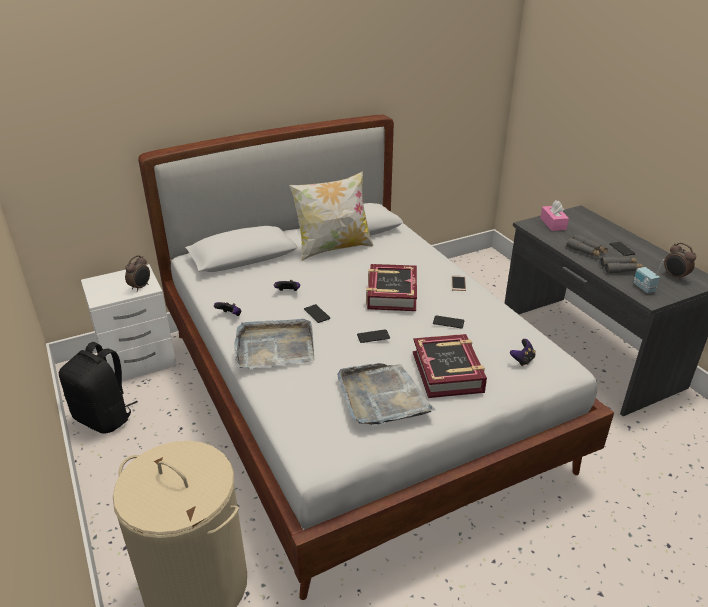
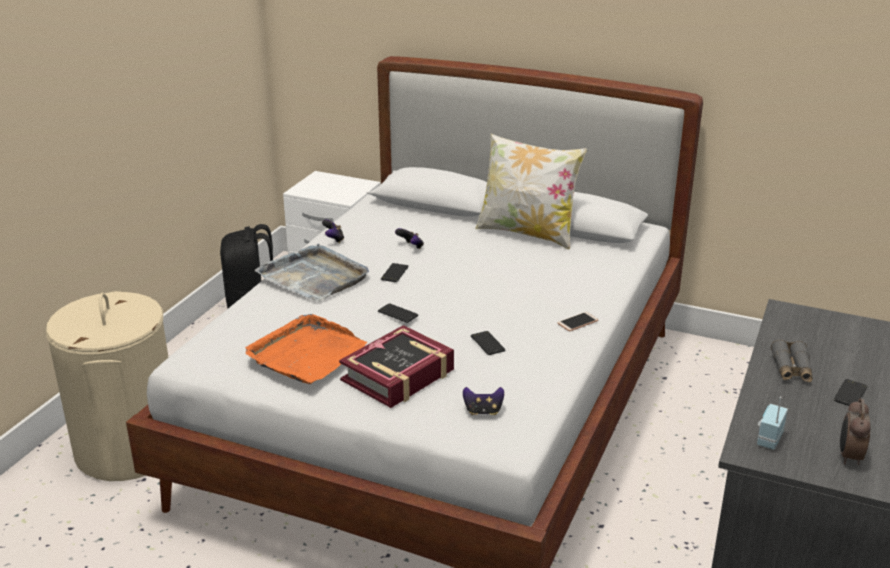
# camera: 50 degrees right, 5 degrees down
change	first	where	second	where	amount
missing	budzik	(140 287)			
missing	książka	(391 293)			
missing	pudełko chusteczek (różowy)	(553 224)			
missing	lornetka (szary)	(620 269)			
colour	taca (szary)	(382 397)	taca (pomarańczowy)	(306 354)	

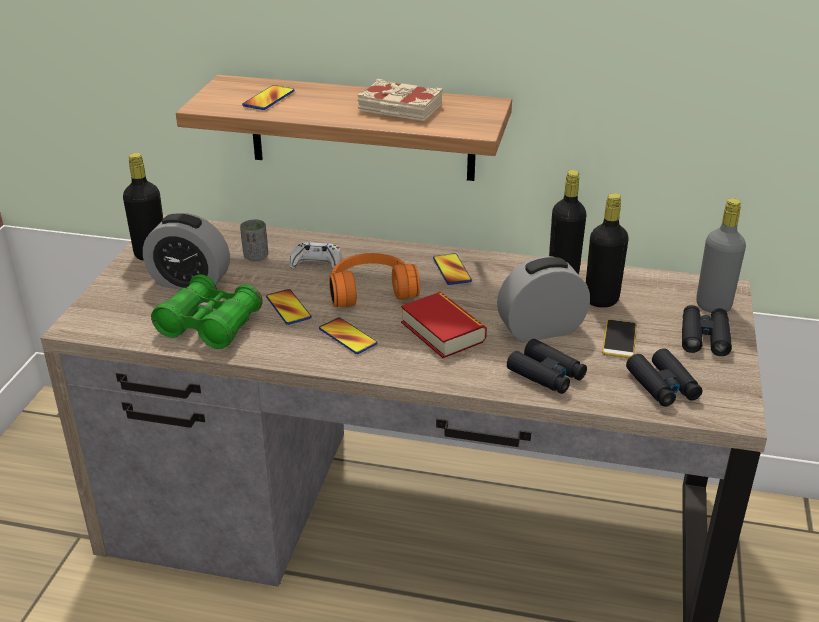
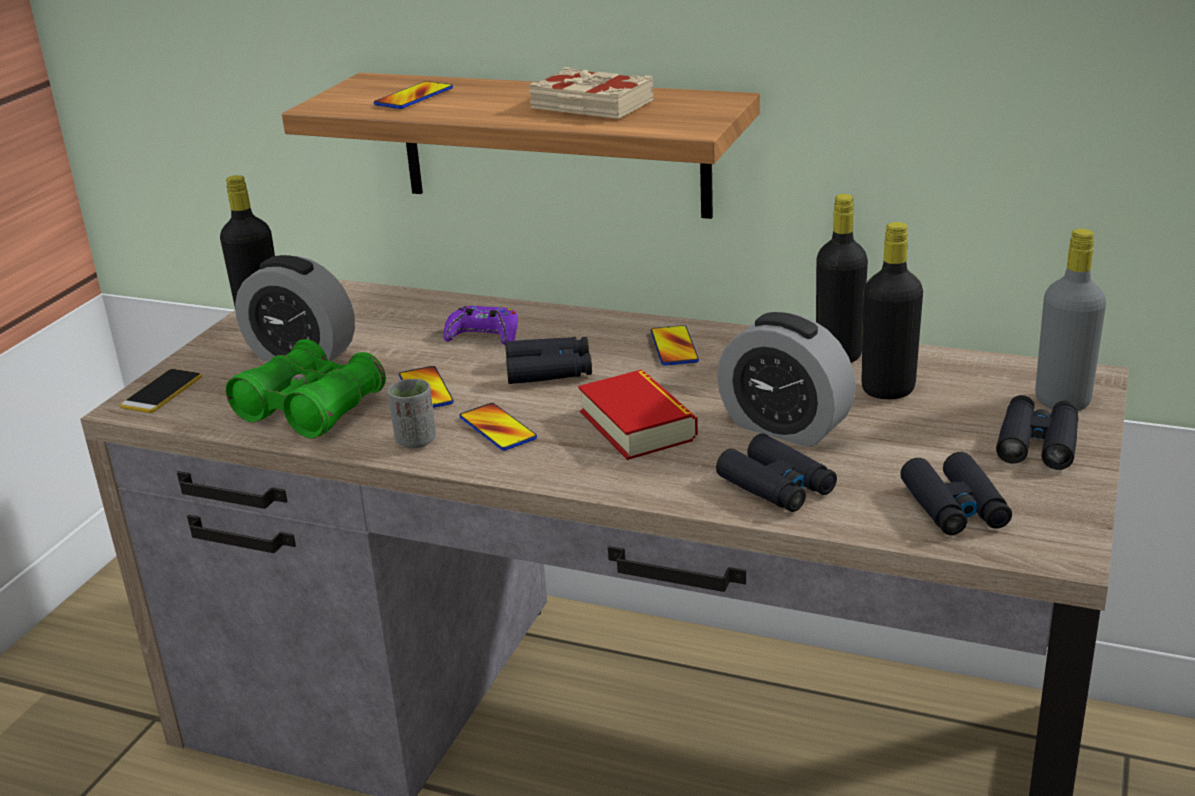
# camera: 10 degrees right, 5 degrees down
change	first	where	second	where	amount
relocated	filiżanka (szary)	(256 256)		(416 441)	
relocated	telefon	(619 339)		(162 392)	
exchanged	słuchawki (pomarańczowy)	(371 290)	lornetka (czarny)	(549 370)	
colour	pad do gier (biały)	(317 263)	pad do gier (fioletowy)	(483 335)	
spun	budzik	(541 330)		(784 427)	135 degrees counterclockwise

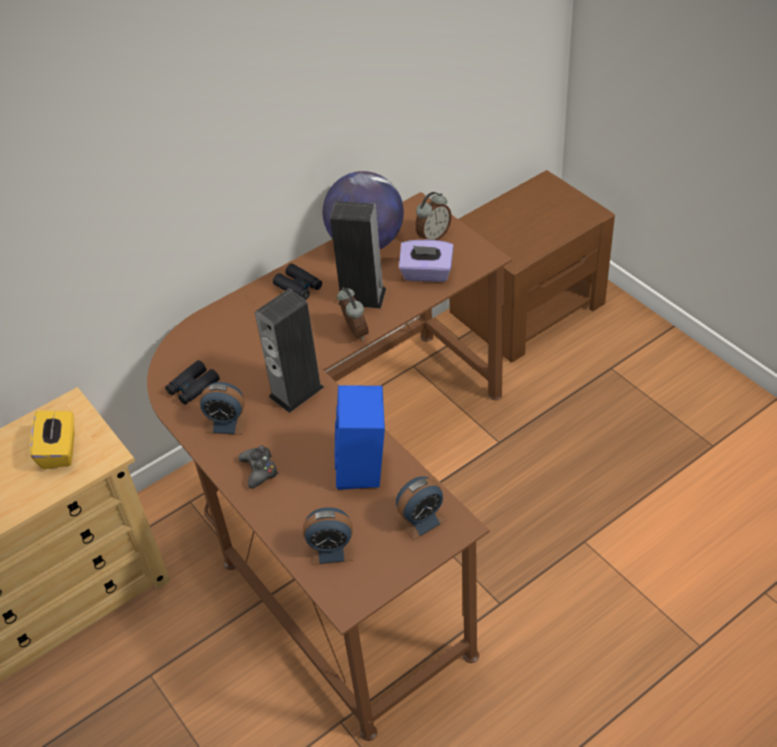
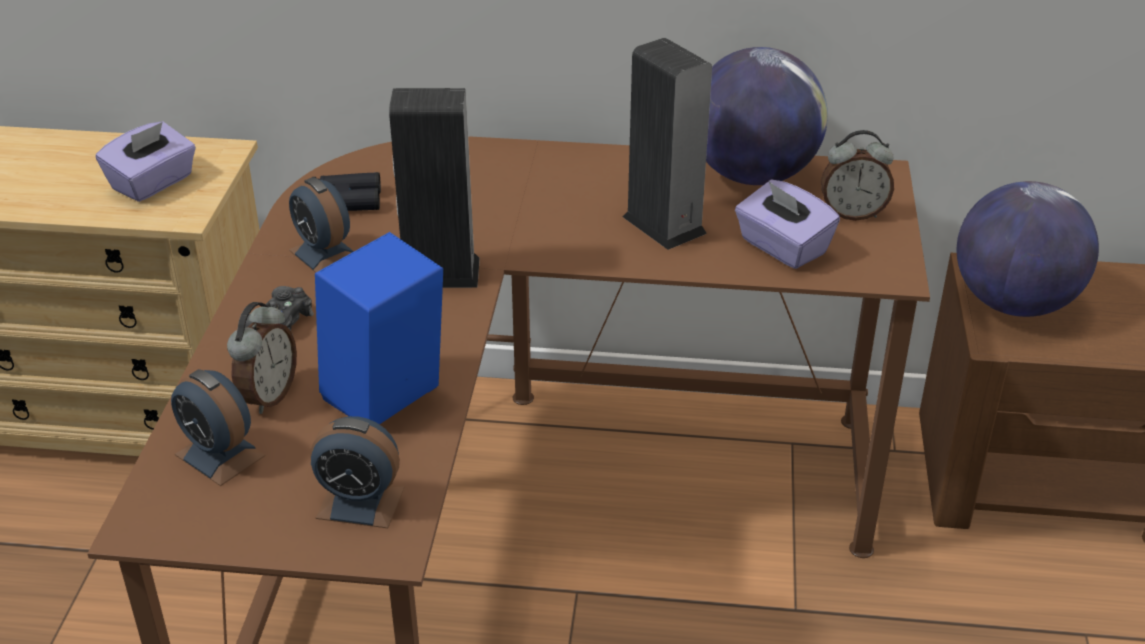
# camera: 40 degrees right, 10 degrees down
change	first	where	second	where	amount
missing	lornetka (czarny)	(298 287)			
appeared			globus	(1013 303)	
relocated	budzik	(354 332)		(267 396)	
colour	pudełko chusteczek (żółty)	(60 450)	pudełko chusteczek (fioletowy)	(153 183)	

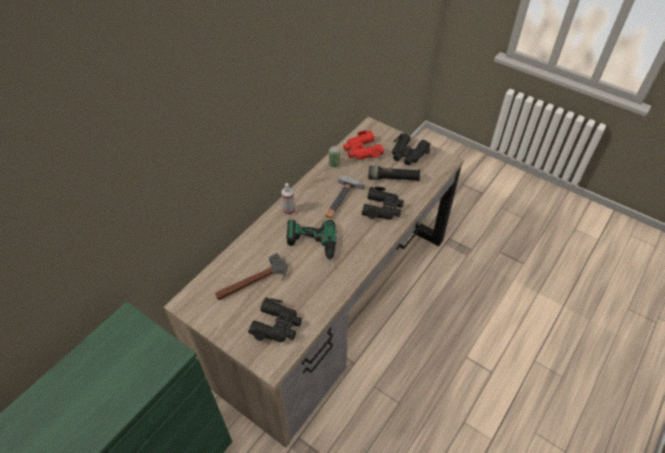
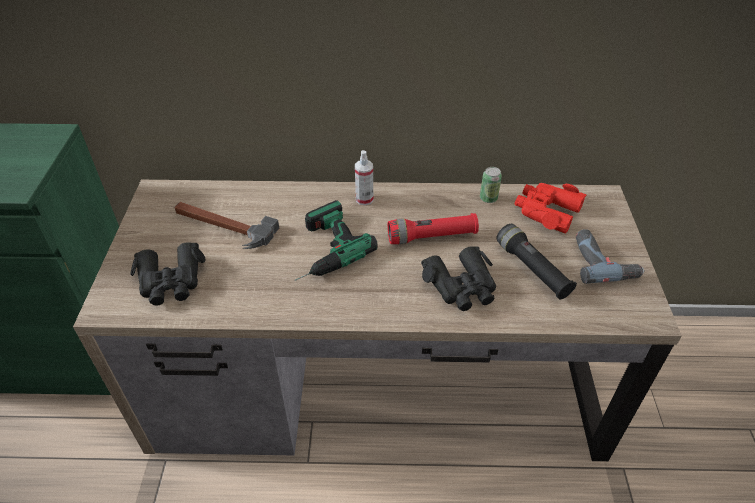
# camera: 55 degrees right, 5 degrees down
change	first	where	second	where	amount
exchanged	młotek	(341 200)	latarka (czerwony)	(432 237)	
exchanged	lornetka (czarny)	(408 154)	wiertarka	(602 261)	

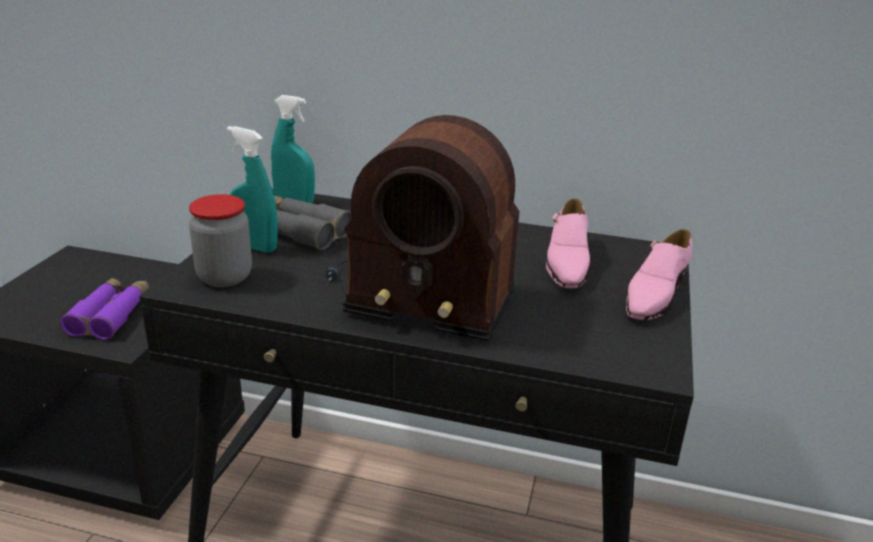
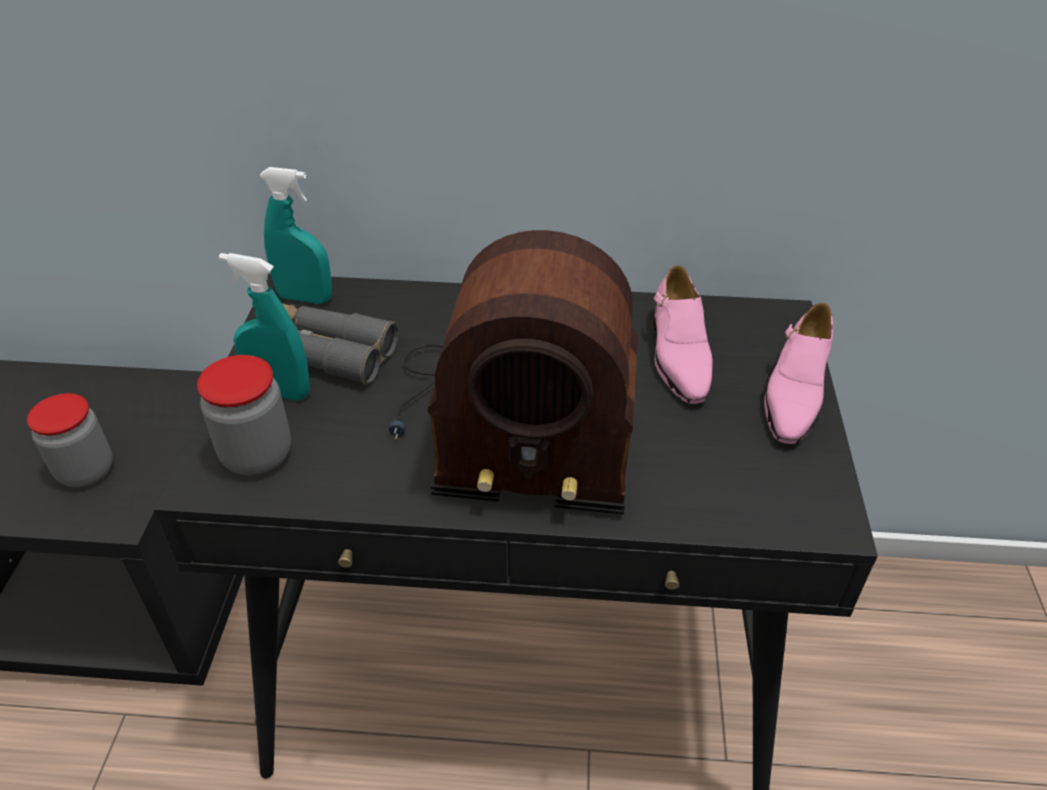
# camera: 10 degrees left, 15 degrees up
change	first	where	second	where	amount
exchanged	lornetka (fioletowy)	(111 315)	słoik	(86 471)	

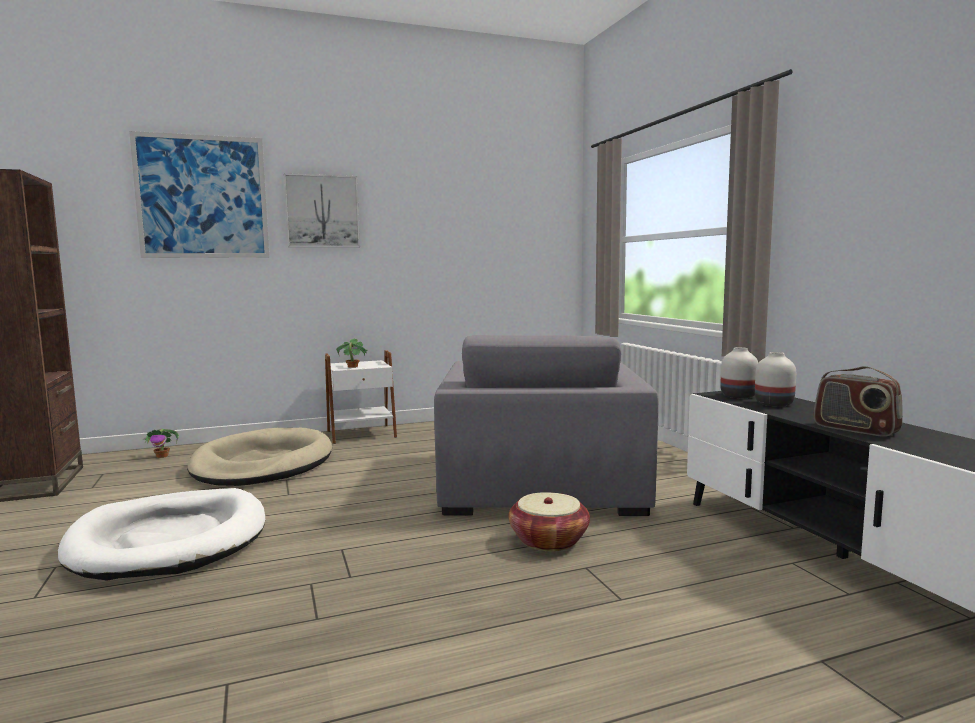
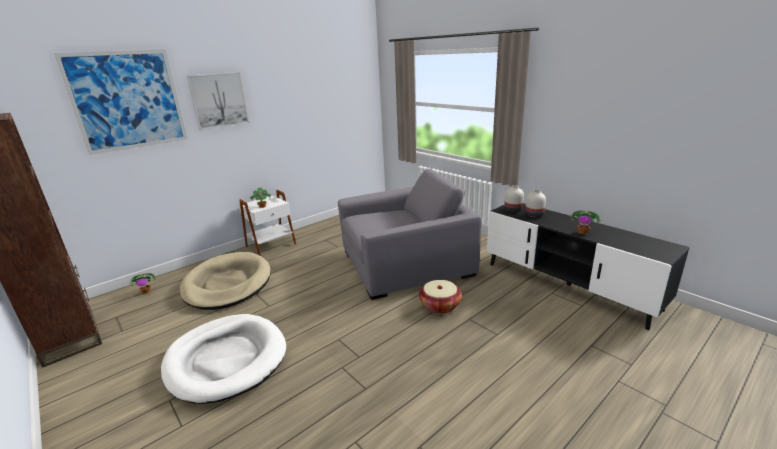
# camera: 20 degrees left, 15 degrees up
change	first	where	second	where	amount
exchanged	radio	(855 429)	roślina doniczkowa	(583 232)	
spun	fotel (szary)	(539 480)		(405 263)	90 degrees counterclockwise

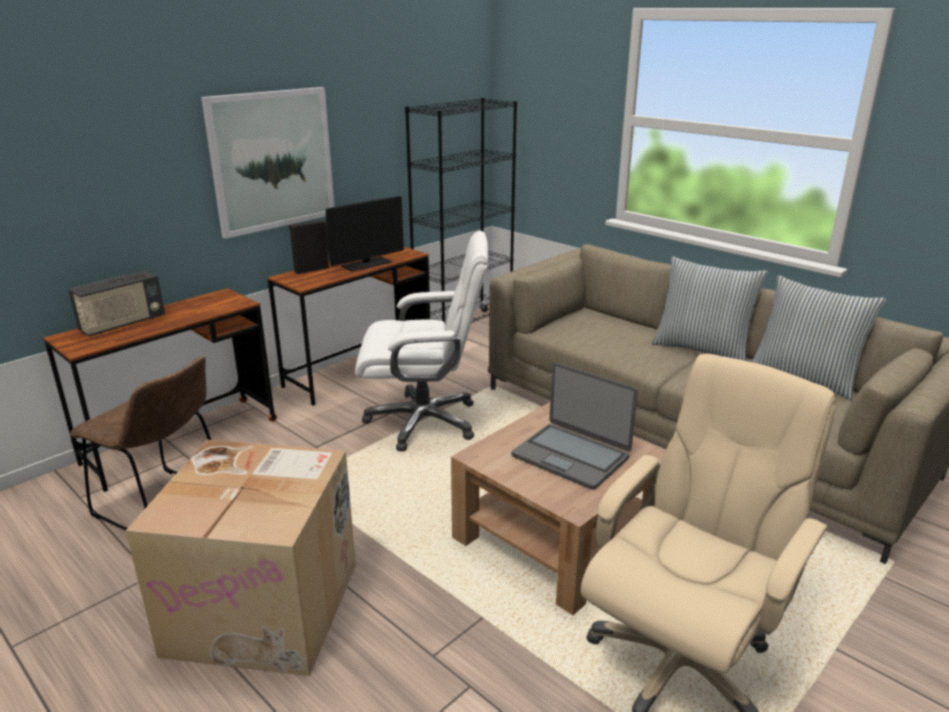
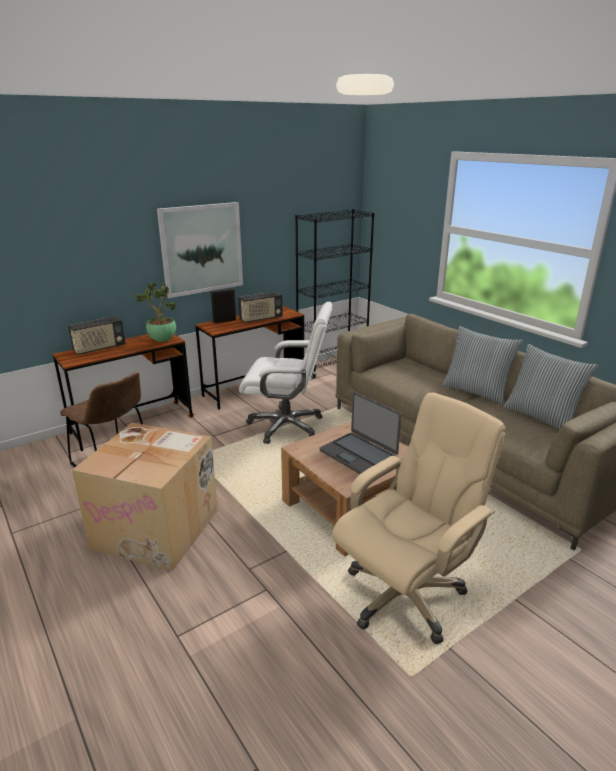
# camera: 10 degrees right, 0 degrees up
change	first	where	second	where	amount
appeared			roślina doniczkowa	(161 341)	
exchanged	monitor	(366 264)	radio	(261 319)	

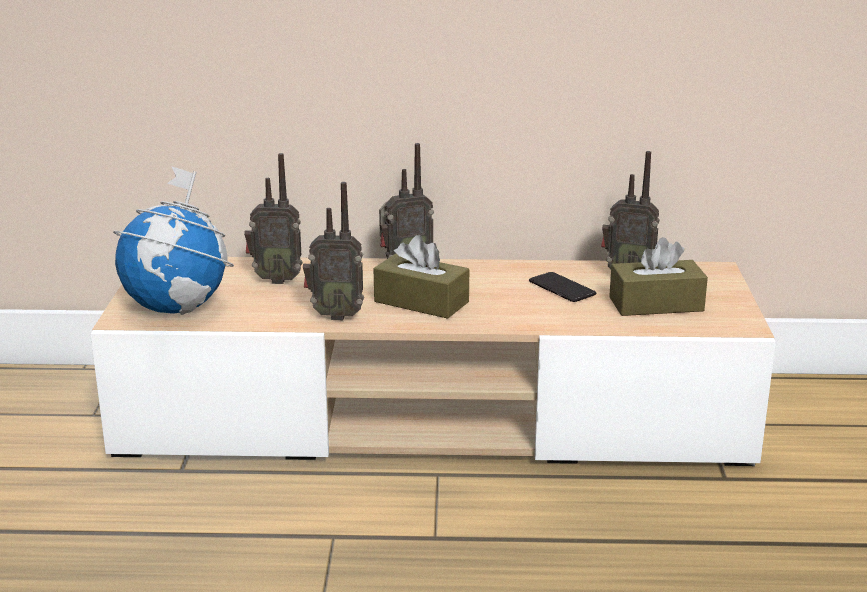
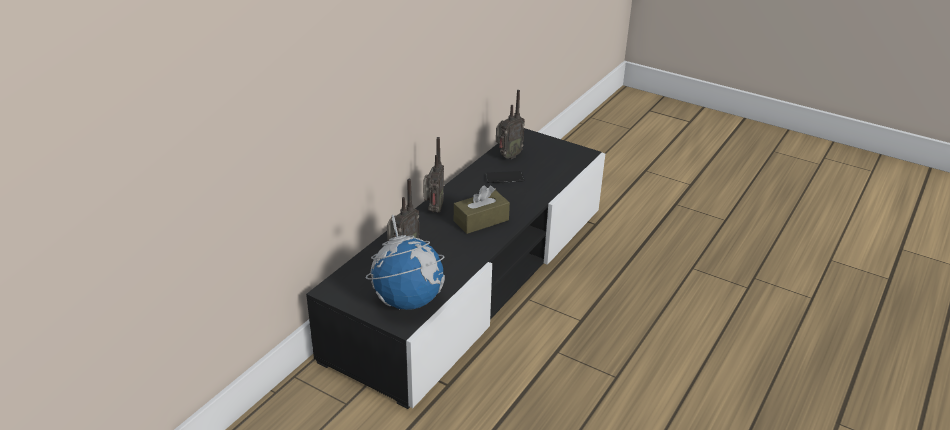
# camera: 60 degrees left, 10 degrees up
change	first	where	second	where	amount
missing	radio	(335 315)			
missing	pudełko chusteczek (brązowy)	(656 304)			
colour	szafka pod telewizor (beżowy)	(433 418)	szafka pod telewizor (czarny)	(473 279)	

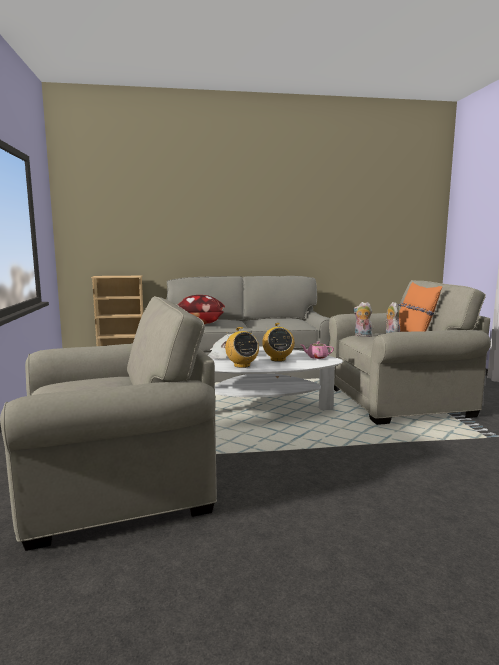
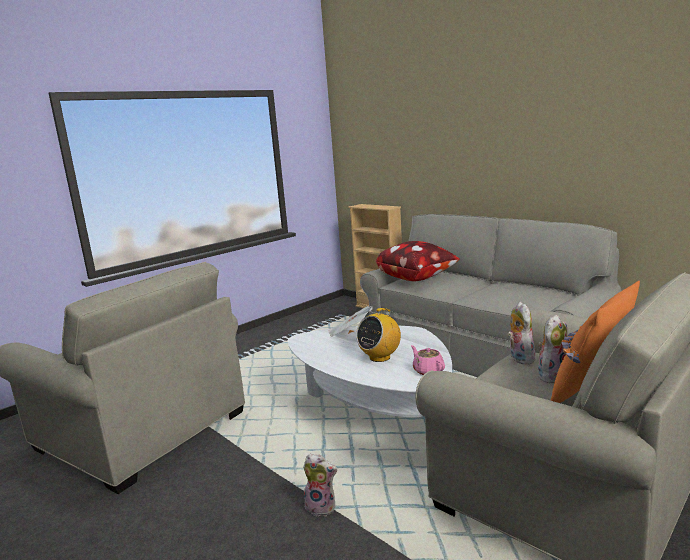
# camera: 55 degrees right, 5 degrees up
change	first	where	second	where	amount
missing	radio	(242 365)			
appeared			pluszak	(322 507)	

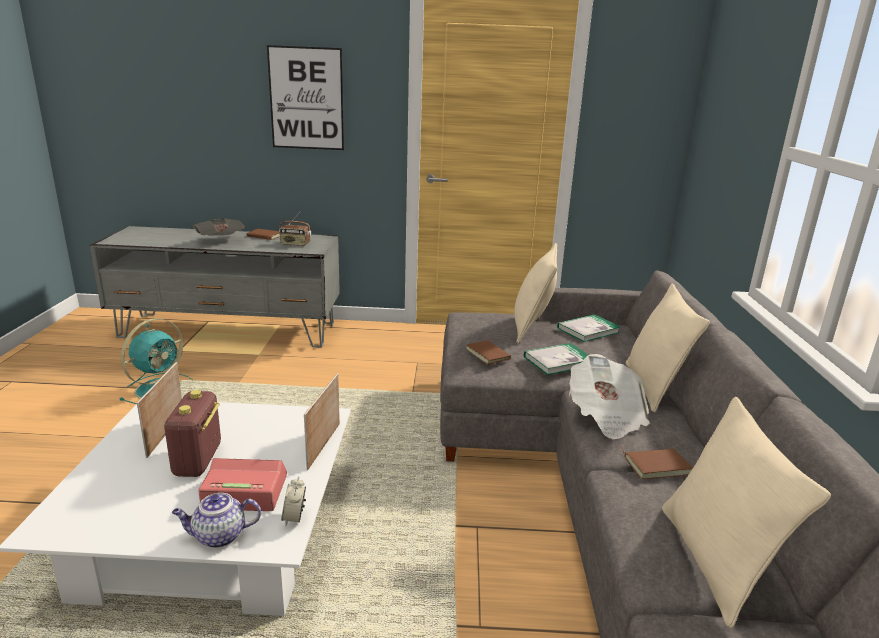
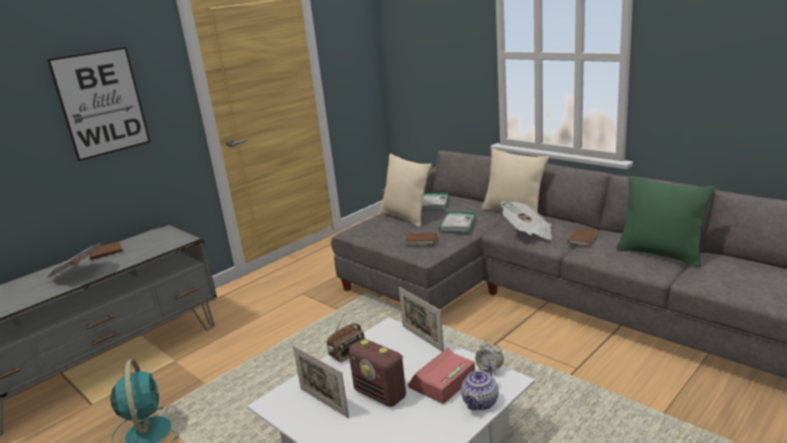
# camera: 45 degrees left, 0 degrees up
change	first	where	second	where	amount
relocated	radio	(295 244)		(348 354)	
colour	poduszka (beżowy)	(713 562)	poduszka (zielony)	(660 254)	

